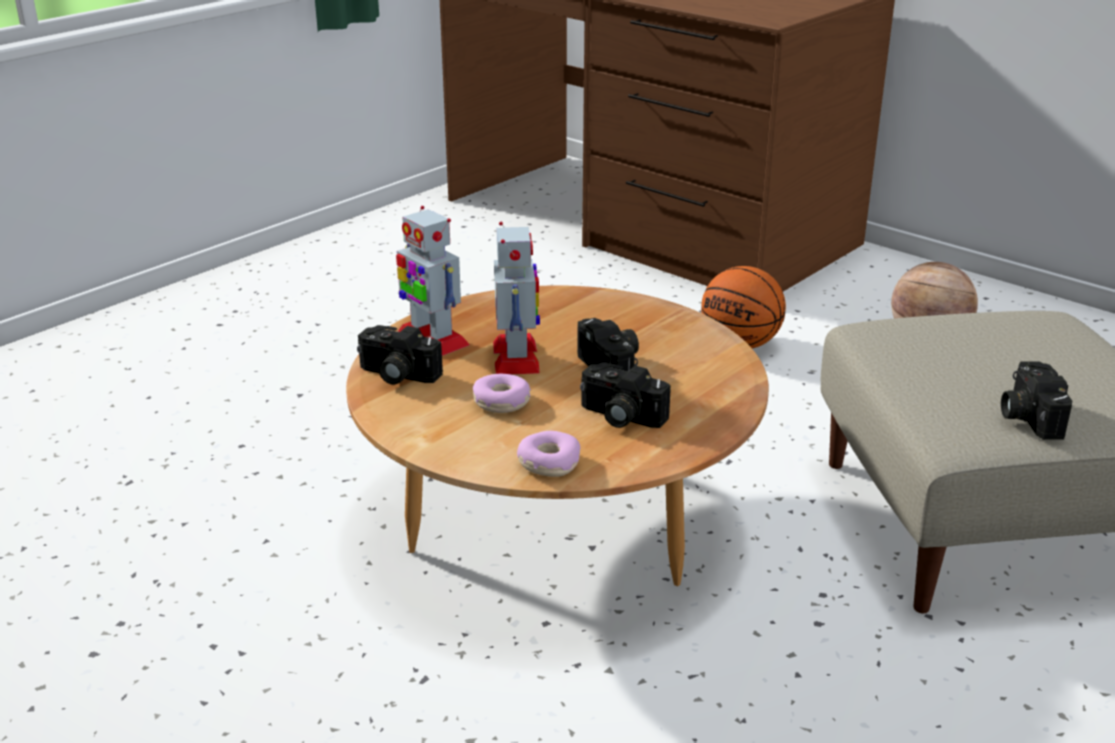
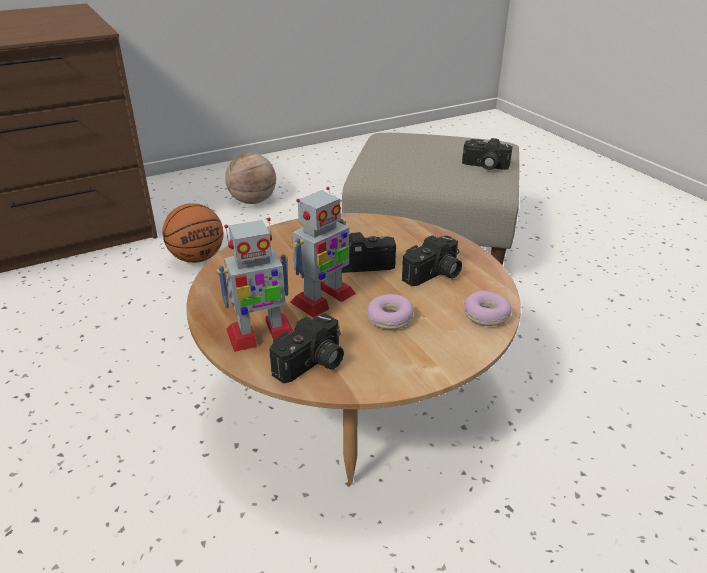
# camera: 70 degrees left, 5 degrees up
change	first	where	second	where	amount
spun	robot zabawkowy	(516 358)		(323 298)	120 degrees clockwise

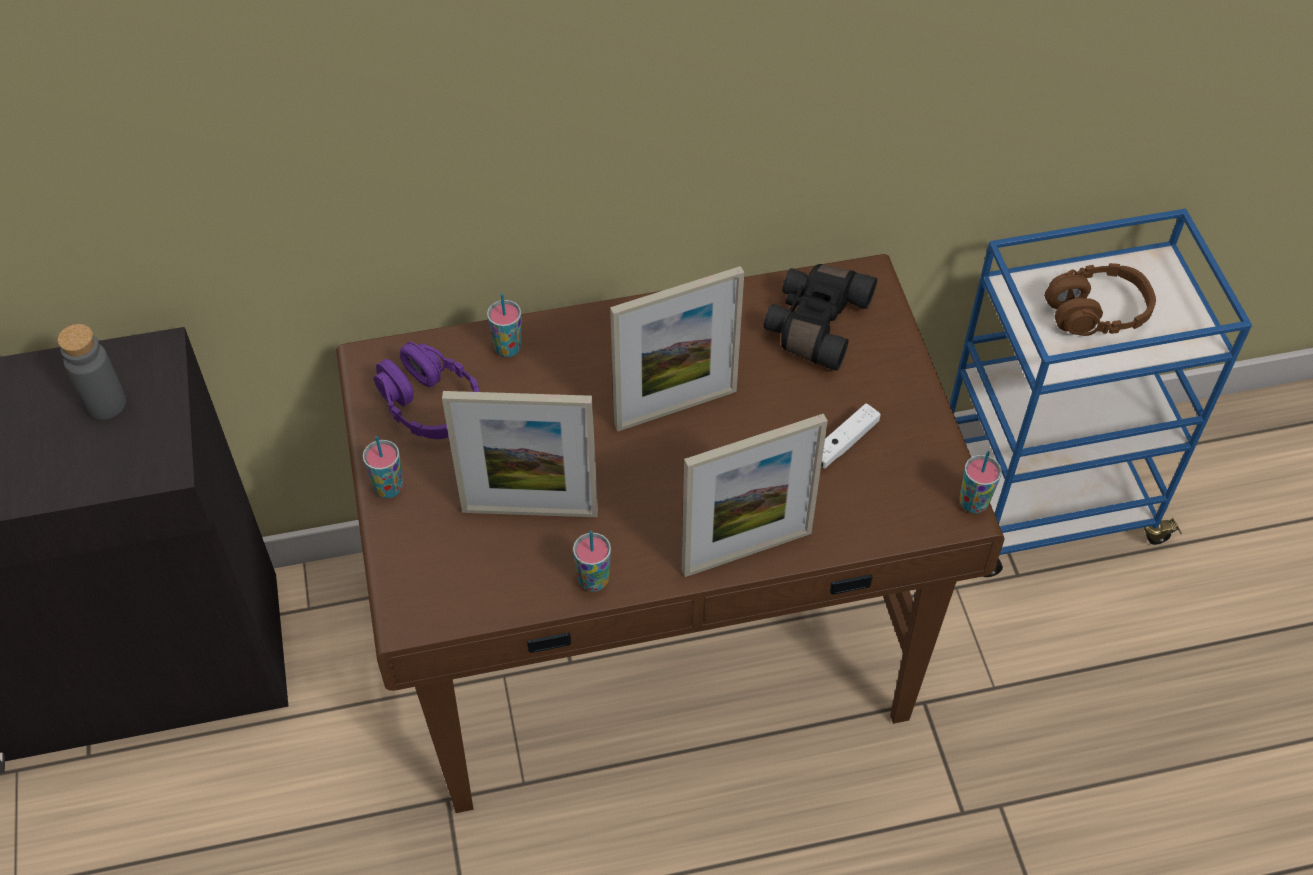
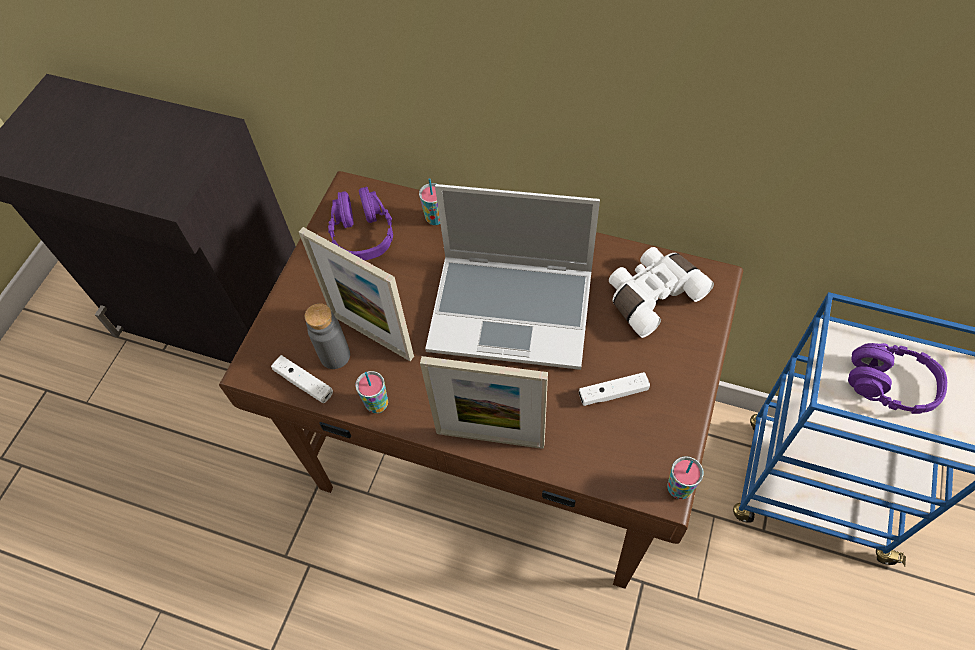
# camera: 35 degrees right, 5 degrees up
change	first	where	second	where	amount
missing	filiżanka	(389 488)			
appeared			pad do gier (biały)	(304 383)	
relocated	butelka (szary)	(105 403)		(335 356)	
exchanged	ramka na zdjęcie	(675 408)	laptop	(513 310)	
colour	lornetka (czarny)	(814 323)	lornetka (biały)	(652 295)	
colour	słuchawki (brązowy)	(1096 312)	słuchawki (fioletowy)	(890 385)	

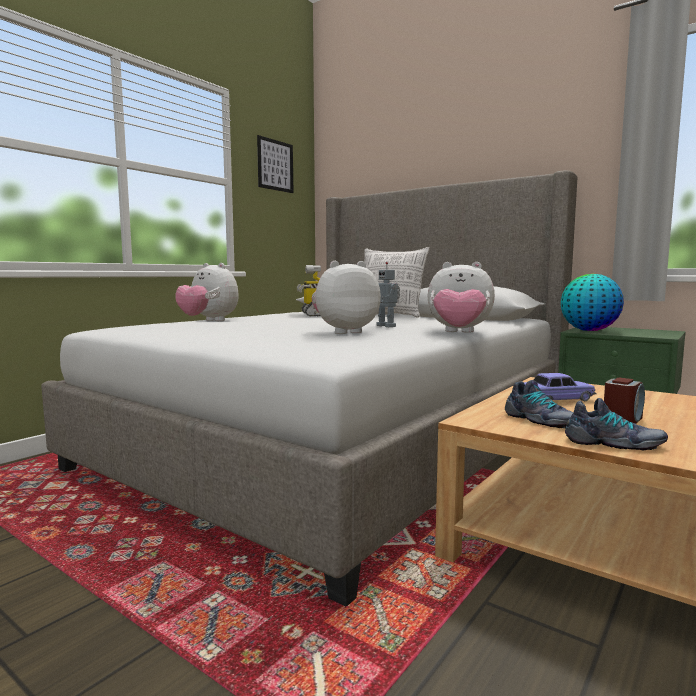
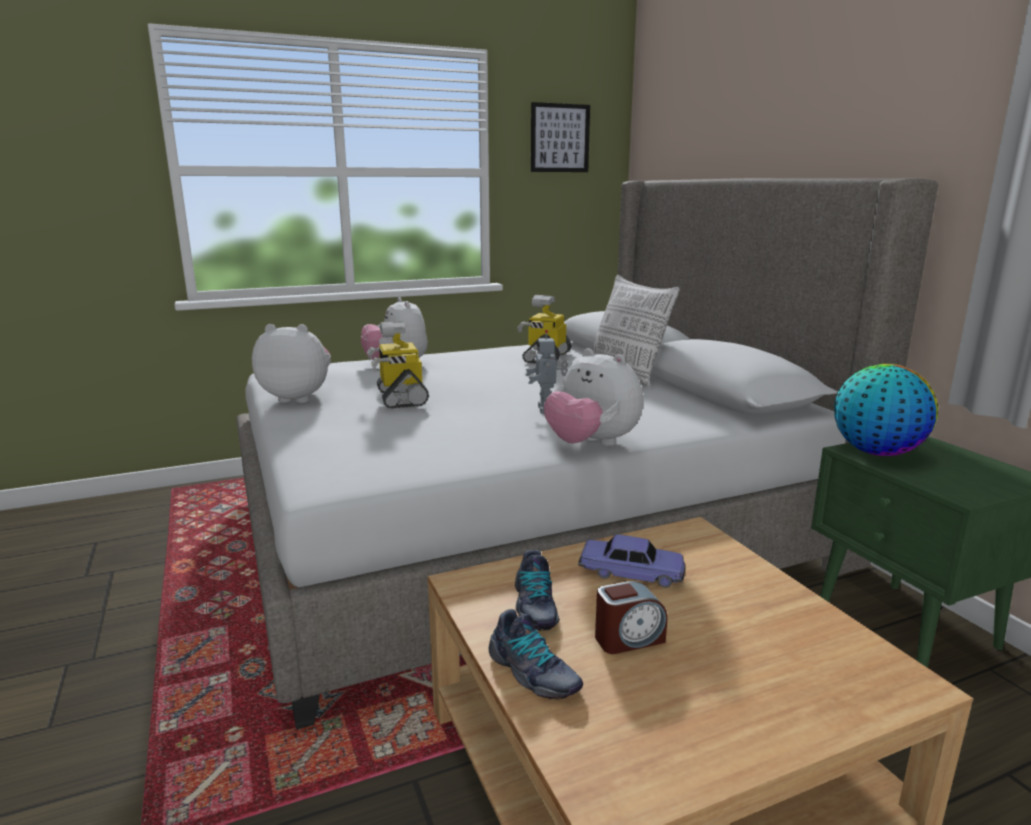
# camera: 30 degrees right, 10 degrees up
change	first	where	second	where	amount
appeared			robot zabawkowy	(400 397)	
relocated	pluszak	(344 332)		(298 398)	

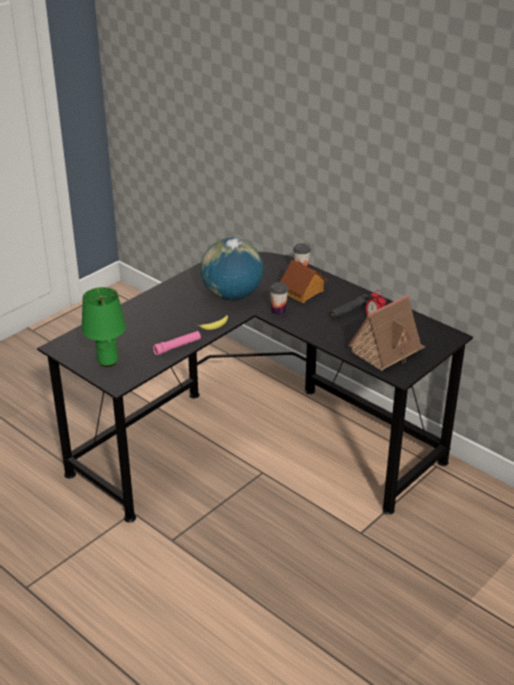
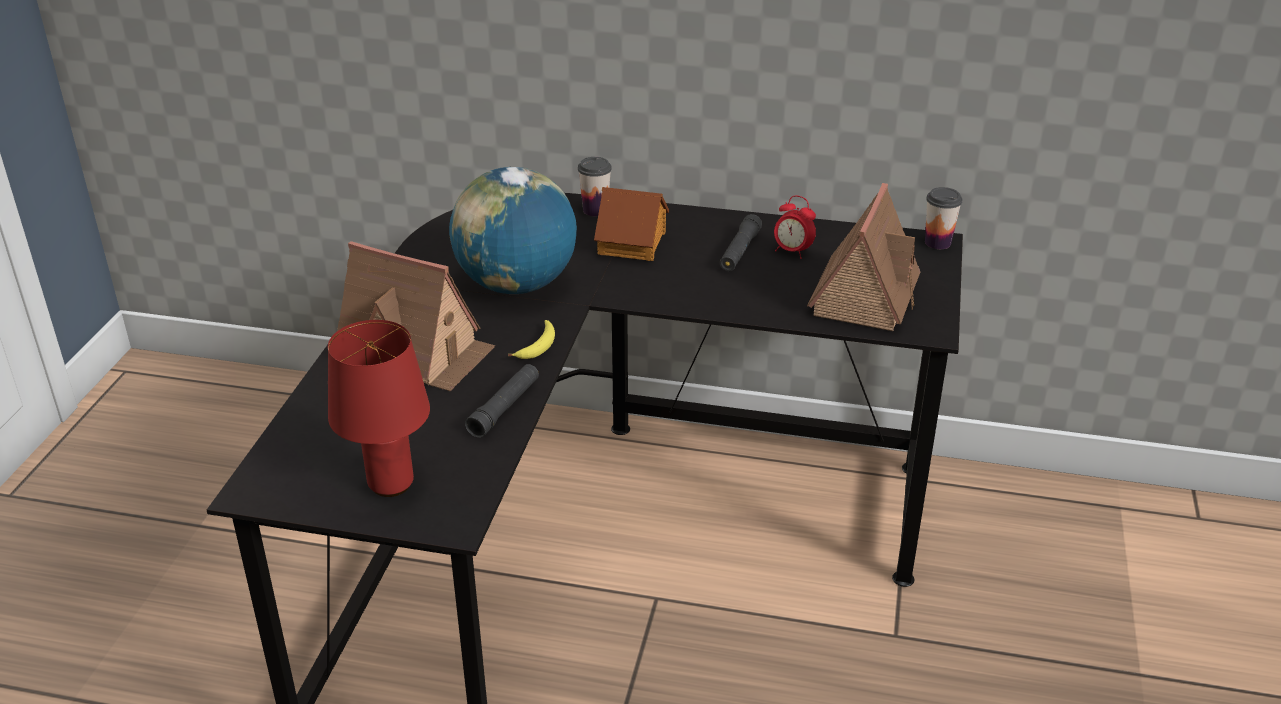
# camera: 30 degrees left, 0 degrees up
change	first	where	second	where	amount
appeared			domek	(416 352)	
relocated	filiżanka	(278 311)		(937 242)	
colour	lampa stołowa (zielony)	(108 362)	lampa stołowa (czerwony)	(391 485)	
colour	latarka (różowy)	(177 347)	latarka (czarny)	(504 408)	

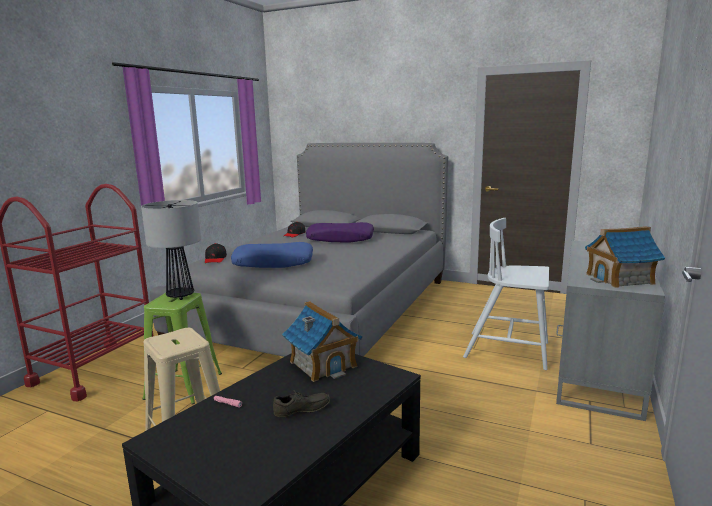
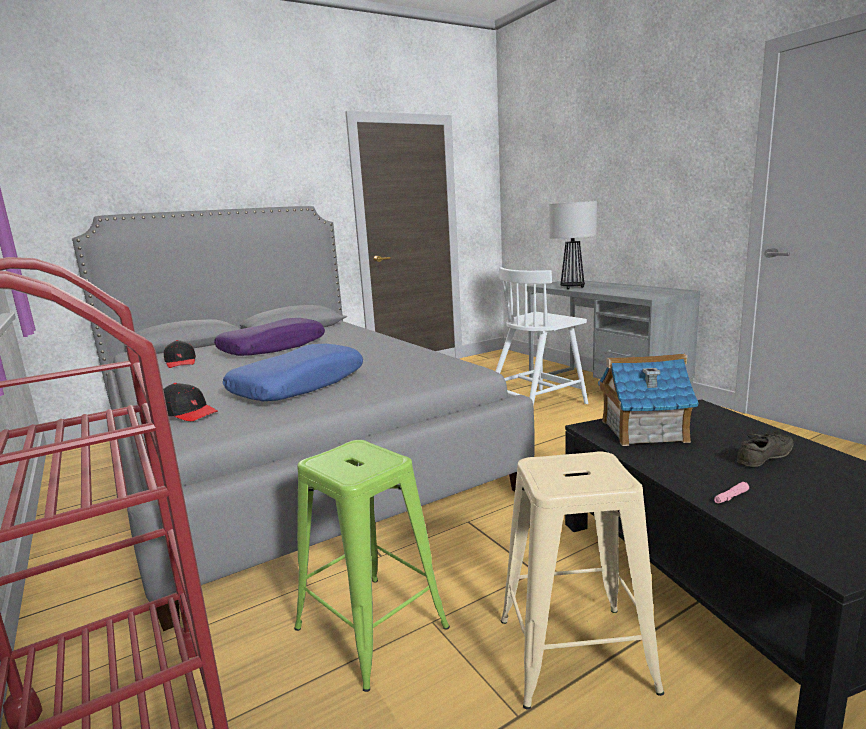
# camera: 55 degrees left, 0 degrees up
change	first	where	second	where	amount
missing	domek	(620 279)			
relocated	lampa stołowa	(181 296)		(572 287)	
spun	but (szary)	(302 410)		(767 458)	45 degrees clockwise

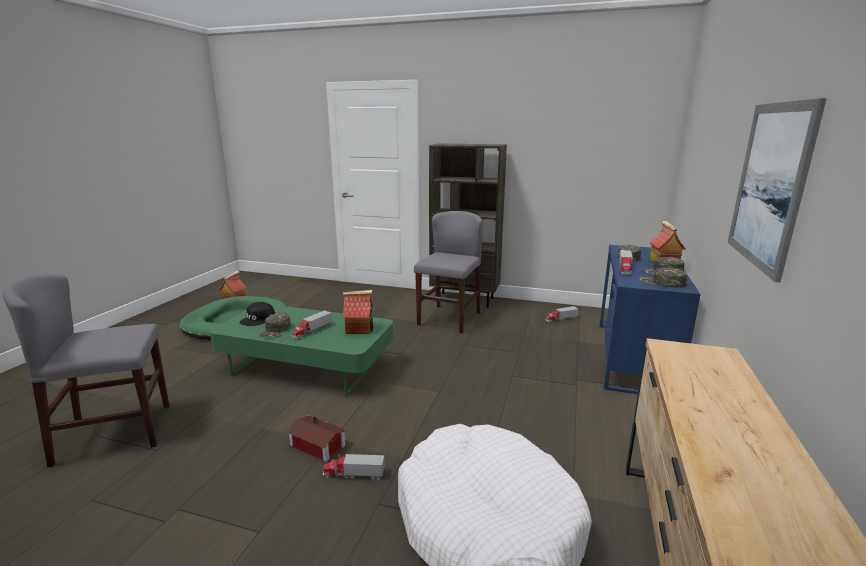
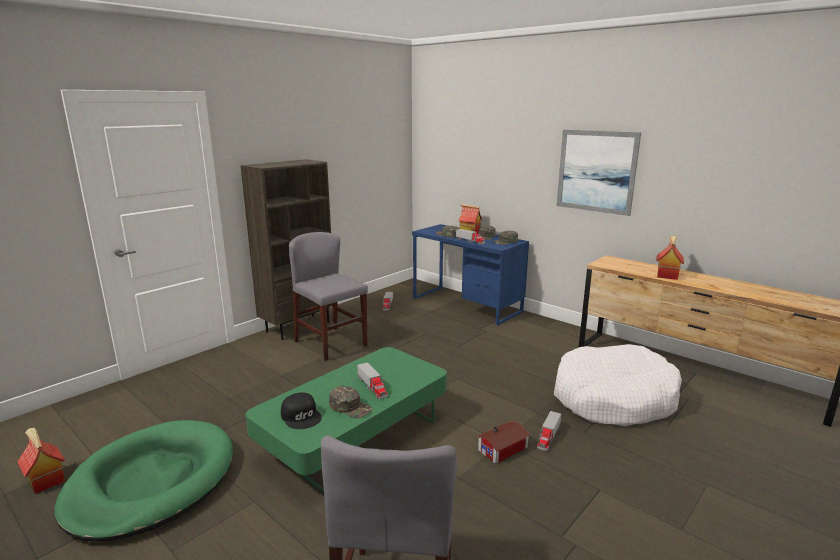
# camera: 65 degrees left, 0 degrees up
change	first	where	second	where	amount
relocated	domek	(360 329)		(667 275)	

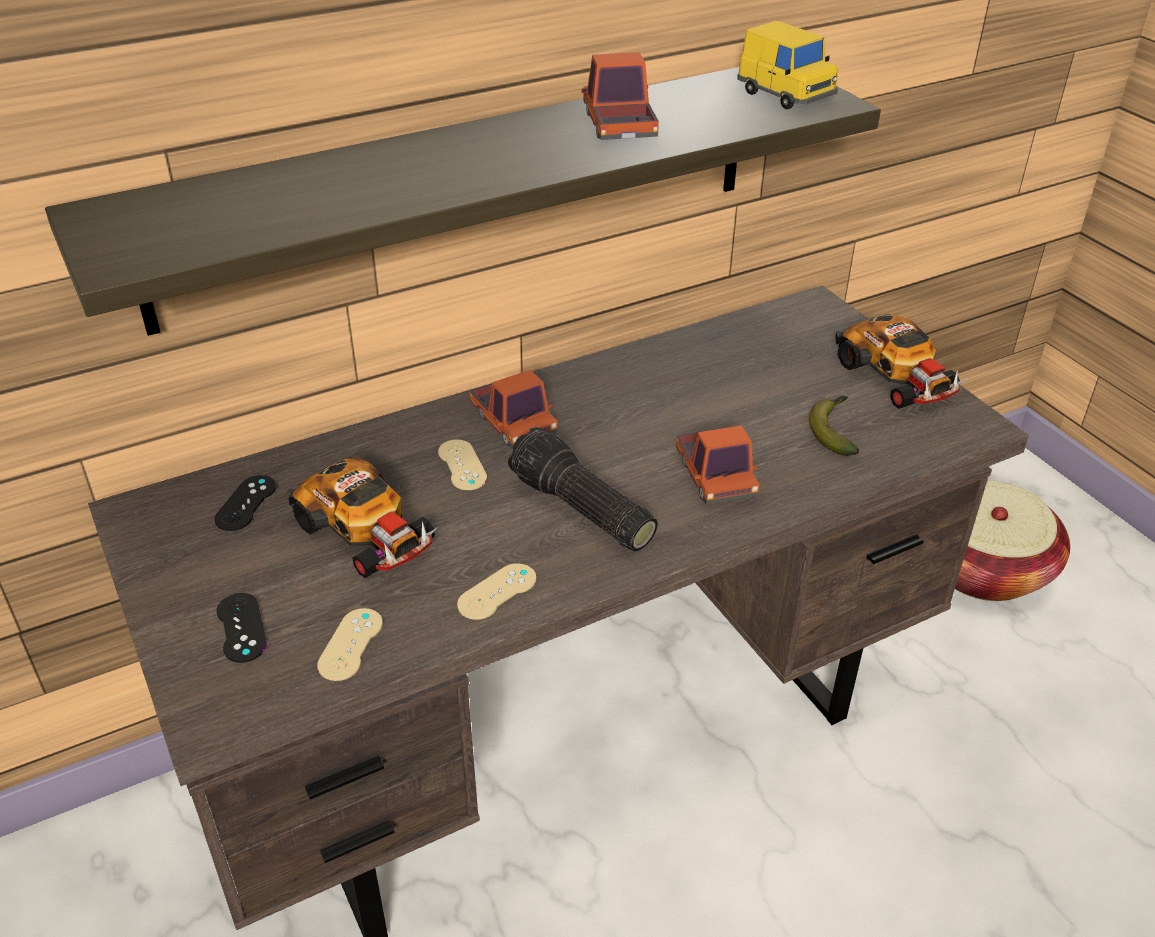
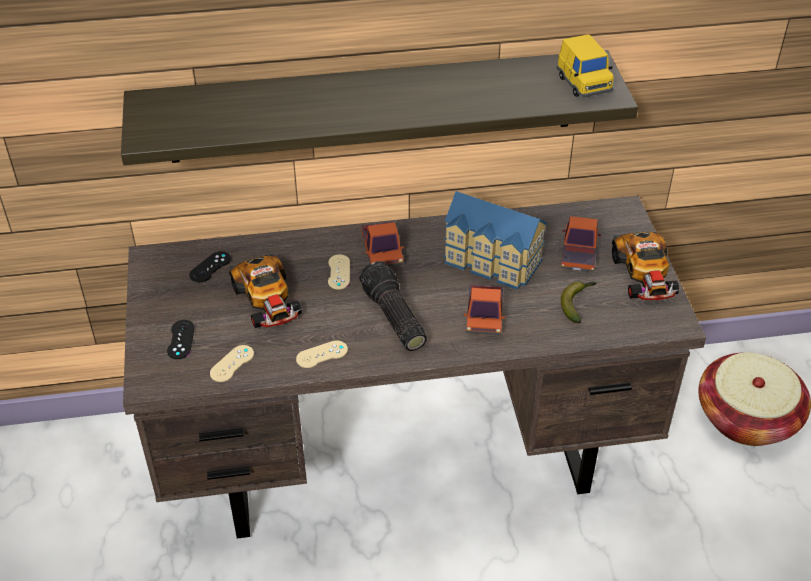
# camera: 20 degrees right, 5 degrees up
change	first	where	second	where	amount
appeared			domek	(491 262)	
relocated	ciężarówka zabawkowa	(619 126)		(578 254)	

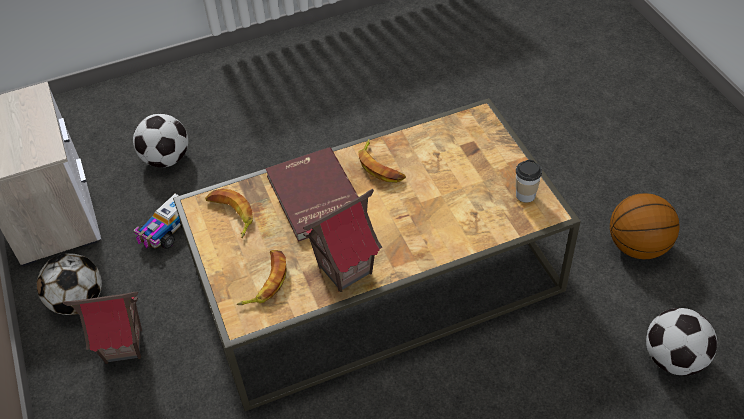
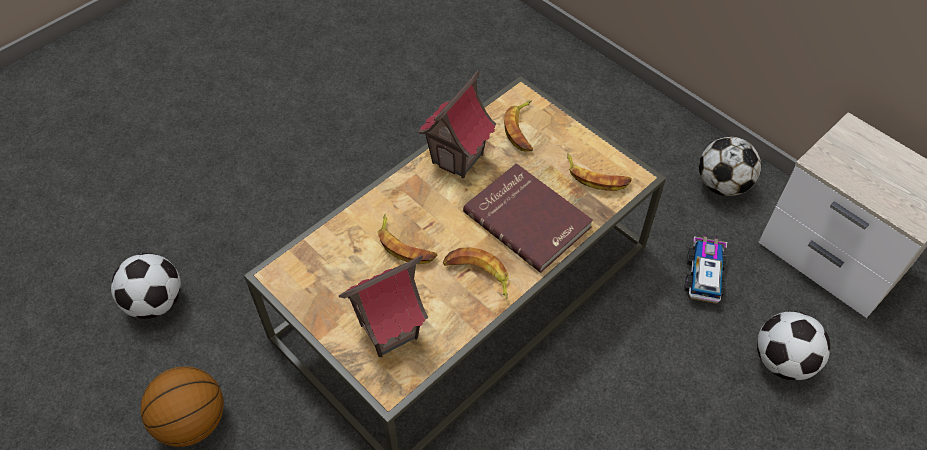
# camera: 155 degrees right, 5 degrees up
change	first	where	second	where	amount
missing	filiżanka	(525 195)			
appeared			banan	(405 245)	
relocated	domek	(124 346)		(388 331)	

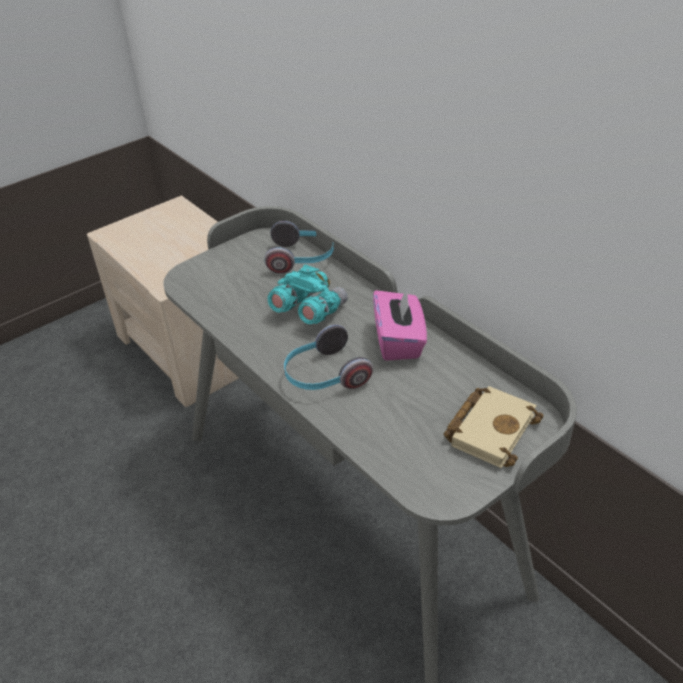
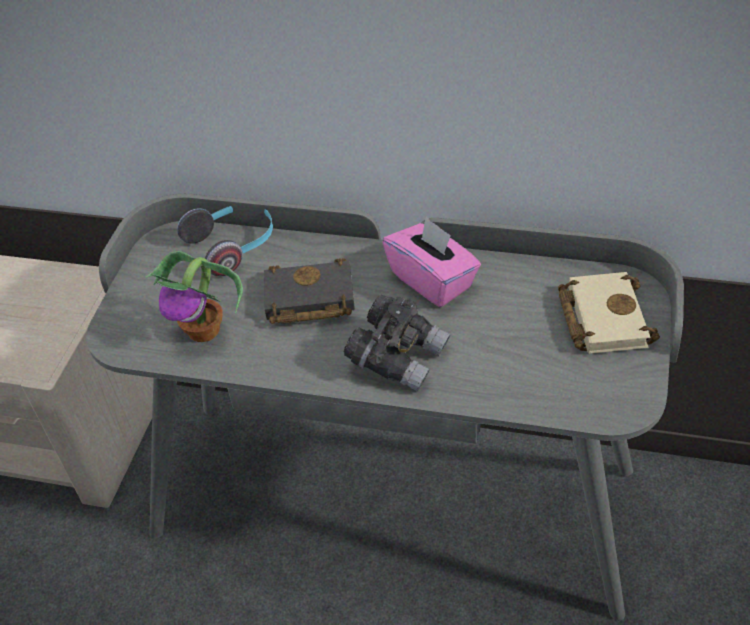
# camera: 35 degrees left, 5 degrees up
change	first	where	second	where	amount
appeared			roślina doniczkowa	(205 330)	
exchanged	lornetka (turkusowy)	(308 312)	książka (czarny)	(307 300)	
exchanged	słuchawki	(324 376)	lornetka (szary)	(398 357)	

